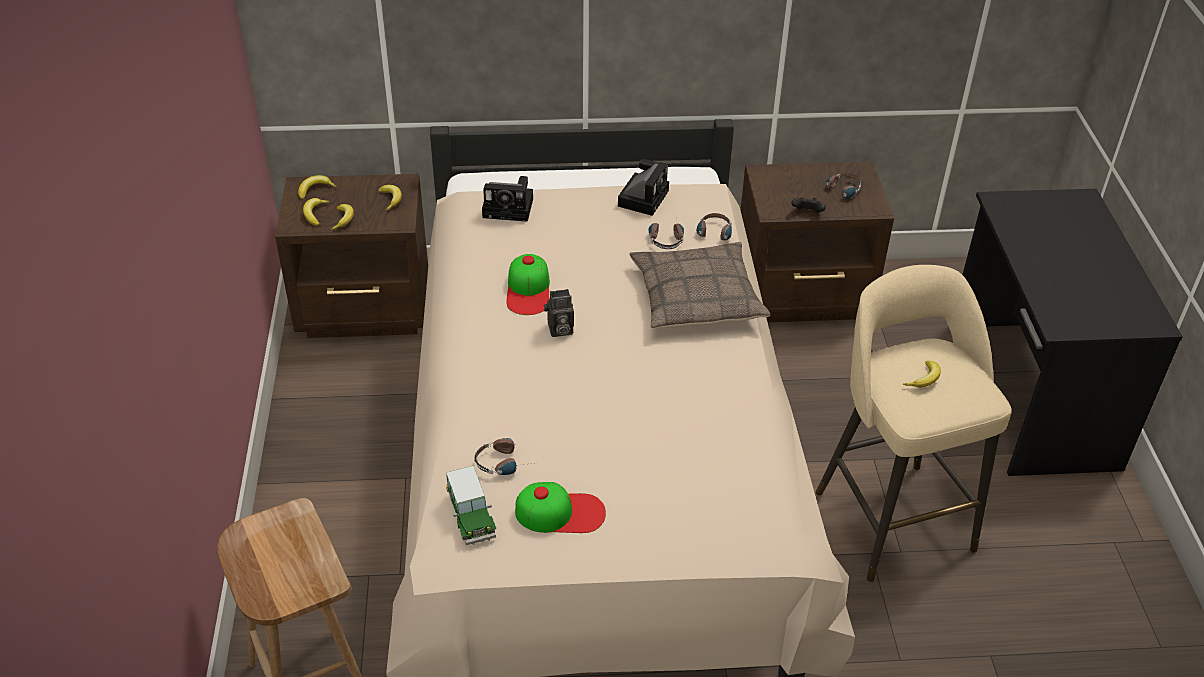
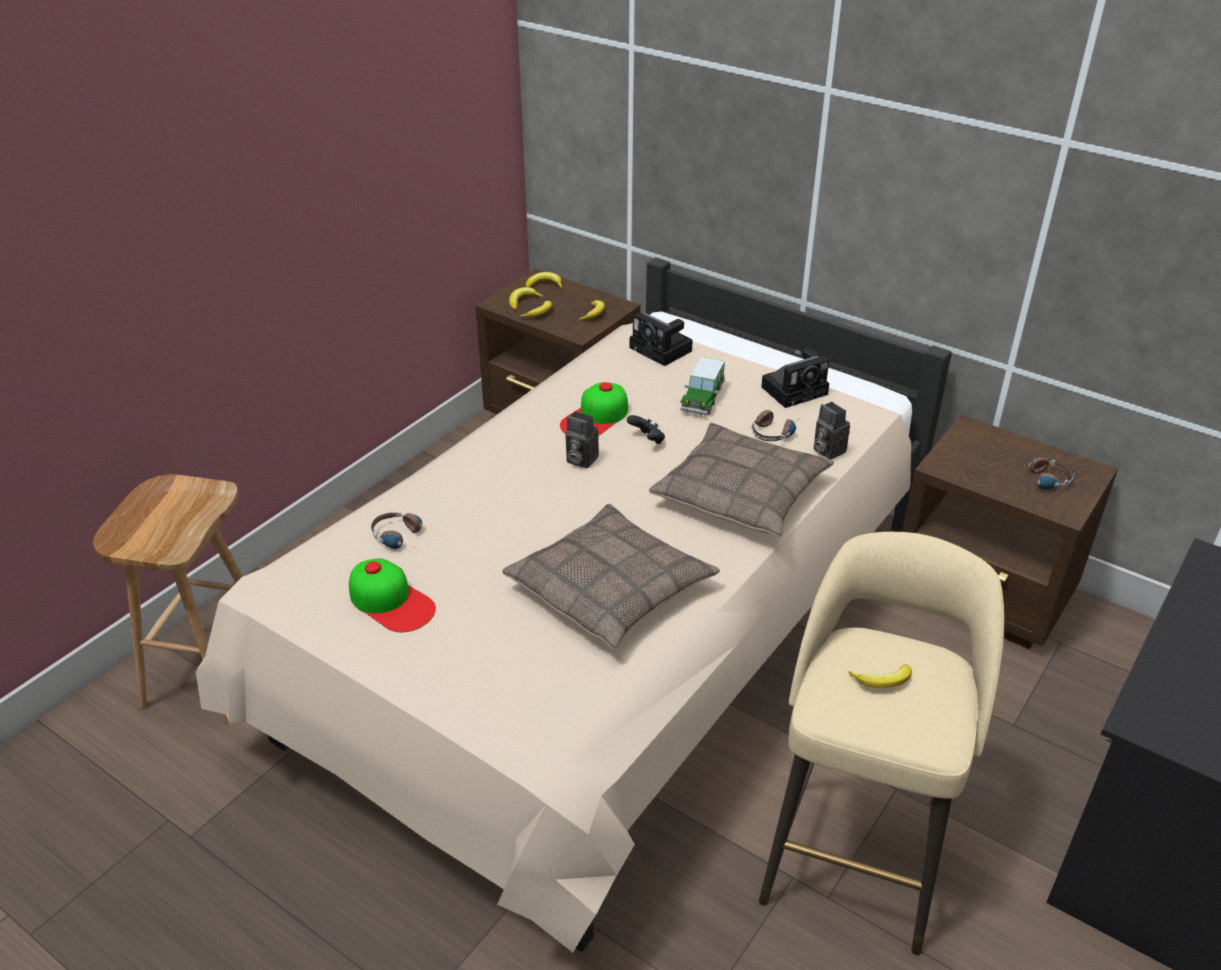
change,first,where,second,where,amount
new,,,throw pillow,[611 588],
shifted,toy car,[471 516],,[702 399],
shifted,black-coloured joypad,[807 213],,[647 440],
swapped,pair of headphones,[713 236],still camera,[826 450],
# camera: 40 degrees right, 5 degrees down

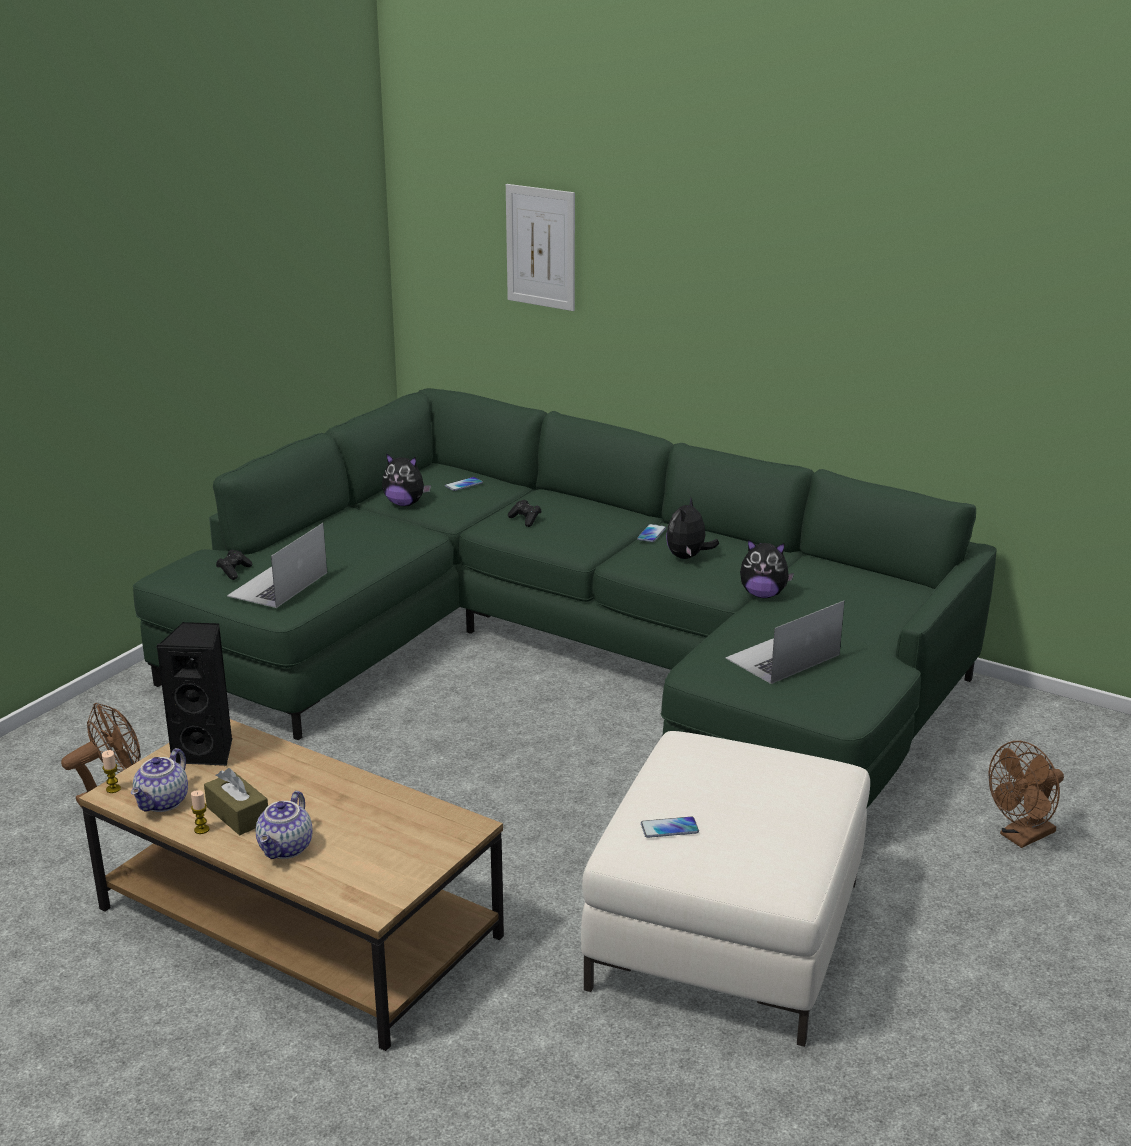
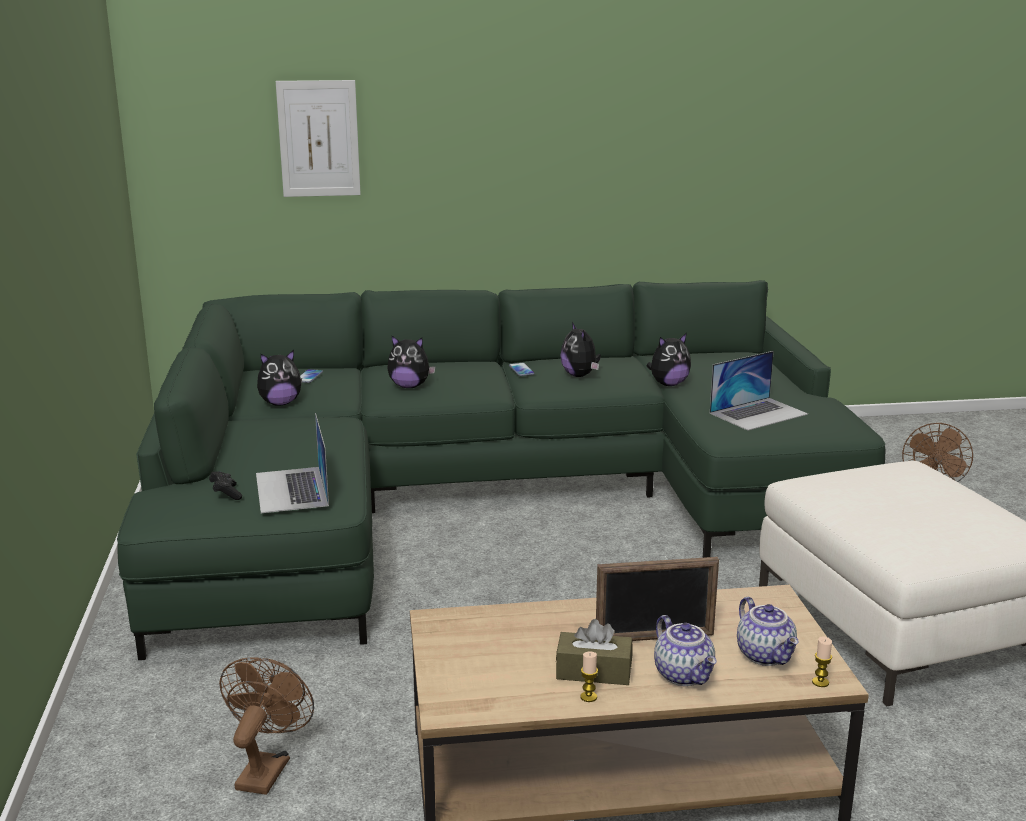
change,first,where,second,where,amount
gone,black-coloured speaker,[207 752],,,
gone,handset,[669 828],,,
new,,,photo frame,[655 638],
shifted,wax candle,[113 789],,[820 682],
shifted,pot for tea,[163 803],,[766 655],
swapped,black-coloured joypad,[525 520],cuddly toy,[410 386],
rotated,notebook computer,[782 657],,[758 413],135 degrees counterclockwise
# camera: 40 degrees left, 5 degrees down

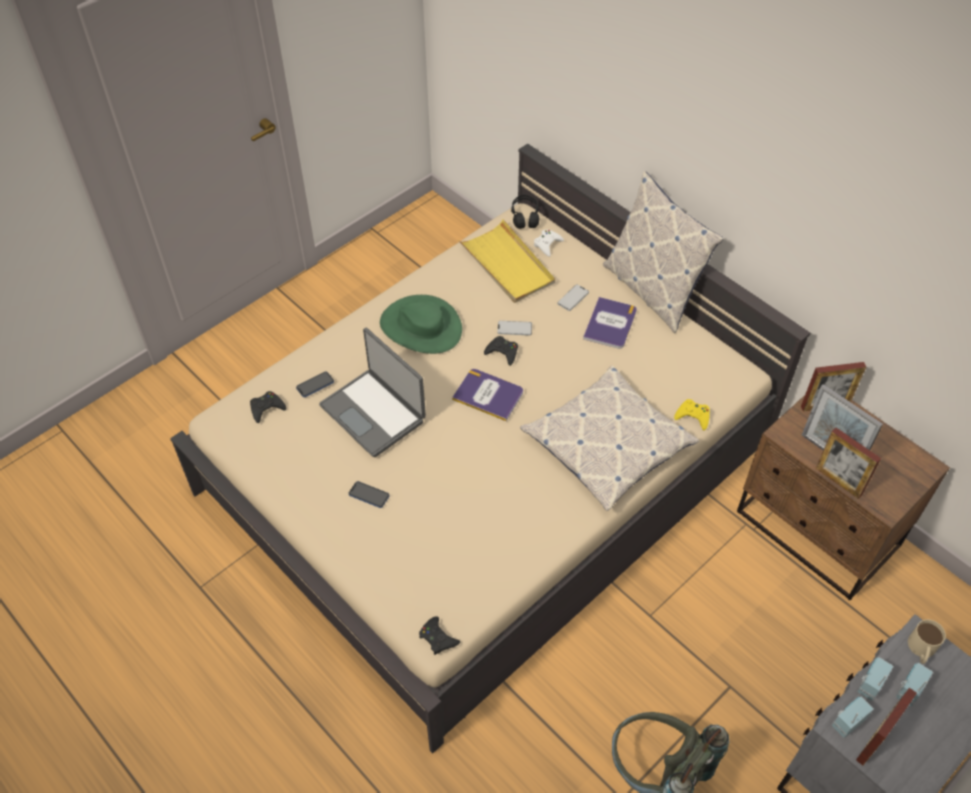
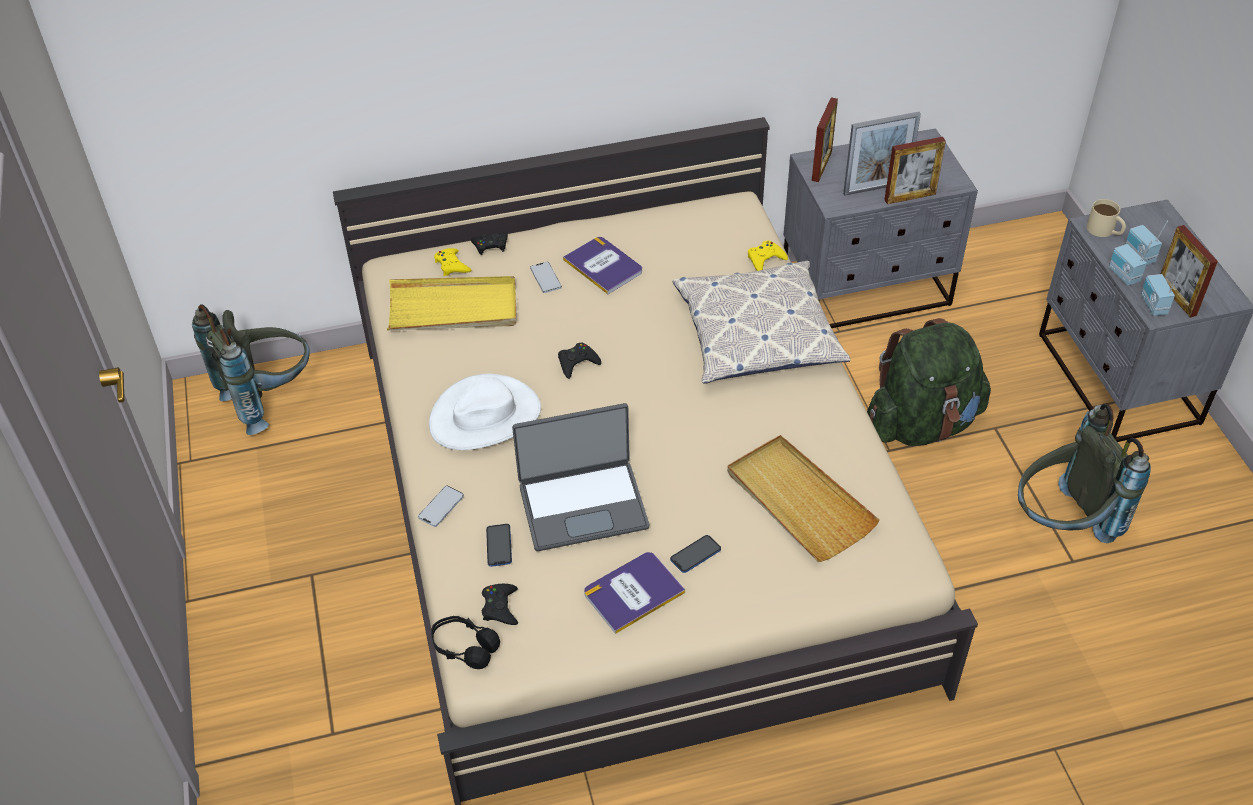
change,first,where,second,where,amount
gone,throw pillow,[652 290],,,
new,,,greyish rucksack,[269 397],
new,,,sand-coloured carrying tray,[798 501],
new,,,green-coloured rucksack,[922 424],
shifted,black-coloured joypad,[437 638],,[490 245],
shifted,volume,[488 395],,[633 592],
shifted,handset,[514 328],,[441 507],
shifted,black-coloured pair of headphones,[525 217],,[464 648],
repainted,green-coloured clothing hat,[421 327],white clothing hat,[485 416],
repainted,white joypad,[547 244],yellowish joypad,[452 265],
repainted,brownish night table,[817 530],greyish night table,[867 289],
# camera: 60 degrees left, 5 degrees down

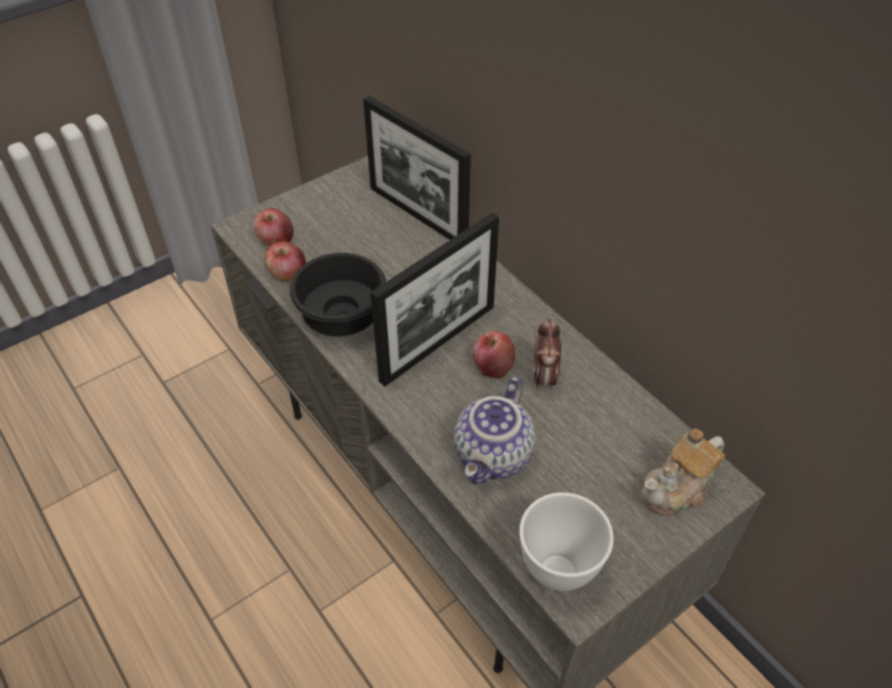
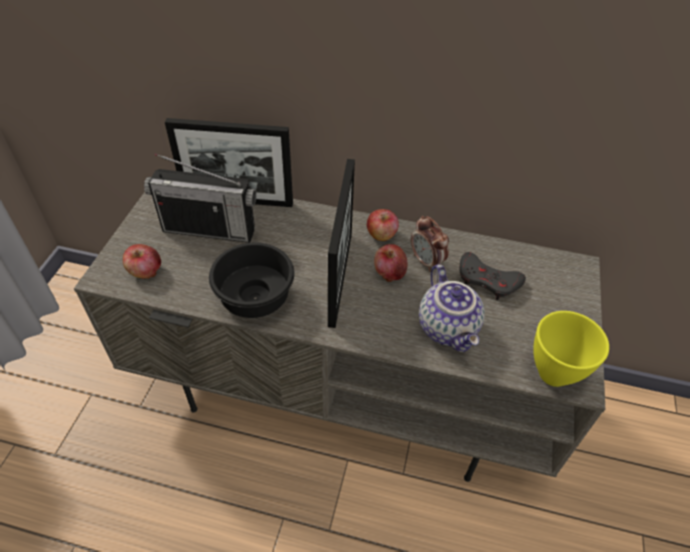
change,first,where,second,where,amount
gone,pot for tea,[677 489],,,
new,,,radio,[209 229],
new,,,greyish joypad,[487 280],
shifted,apple,[287 273],,[381 235],
repainted,white serving bowl,[557 575],yellowish serving bowl,[554 375],
# camera: 40 degrees left, 0 degrees up

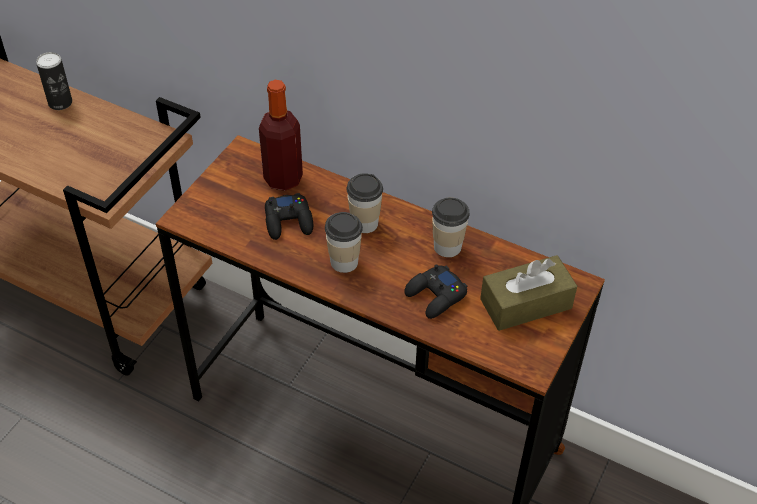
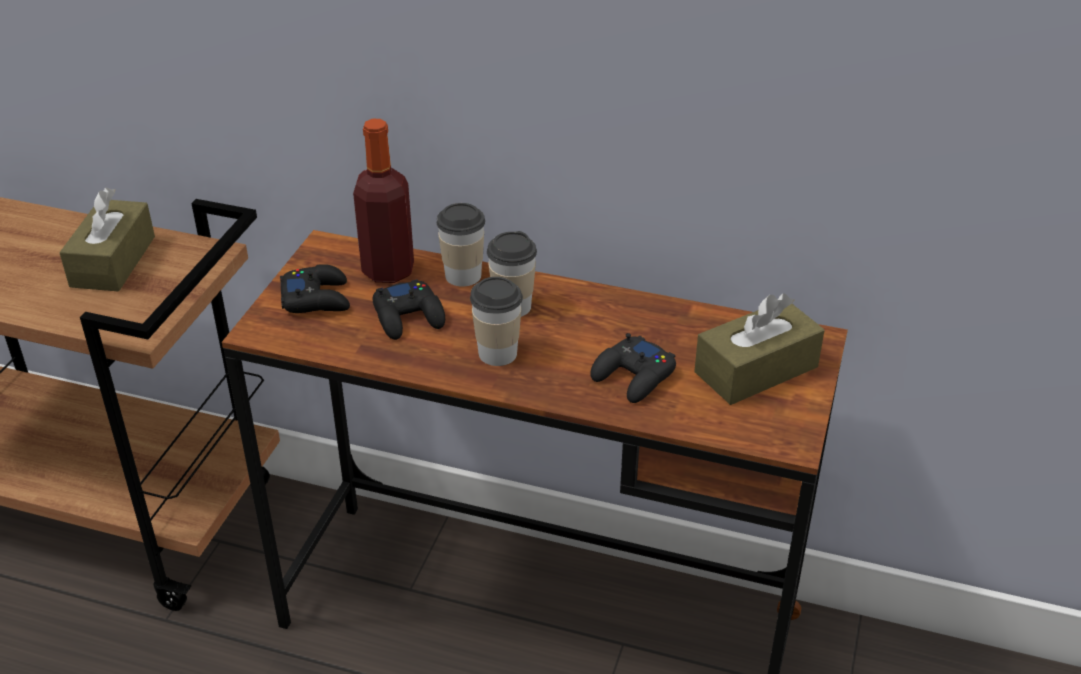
change,first,where,second,where,amount
gone,can,[60 103],,,
new,,,brownish tissue holder,[113 261],
new,,,black-coloured joypad,[316 298],
shifted,drinking cup,[447 247],,[463 276],
# camera: 10 degrees left, 10 degrees down

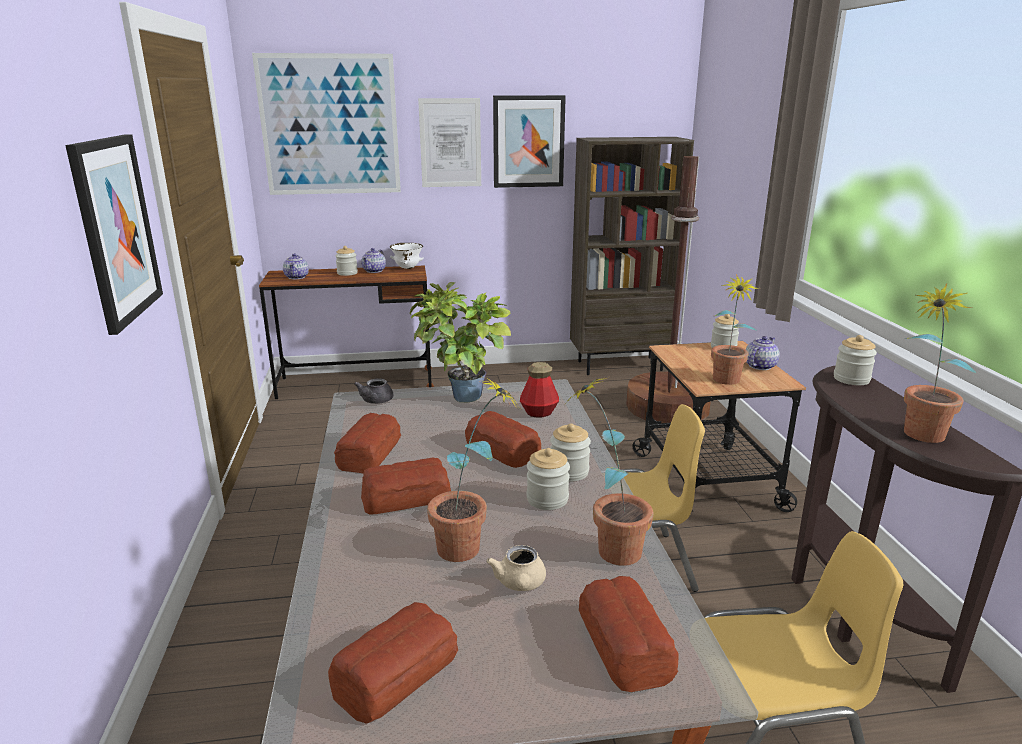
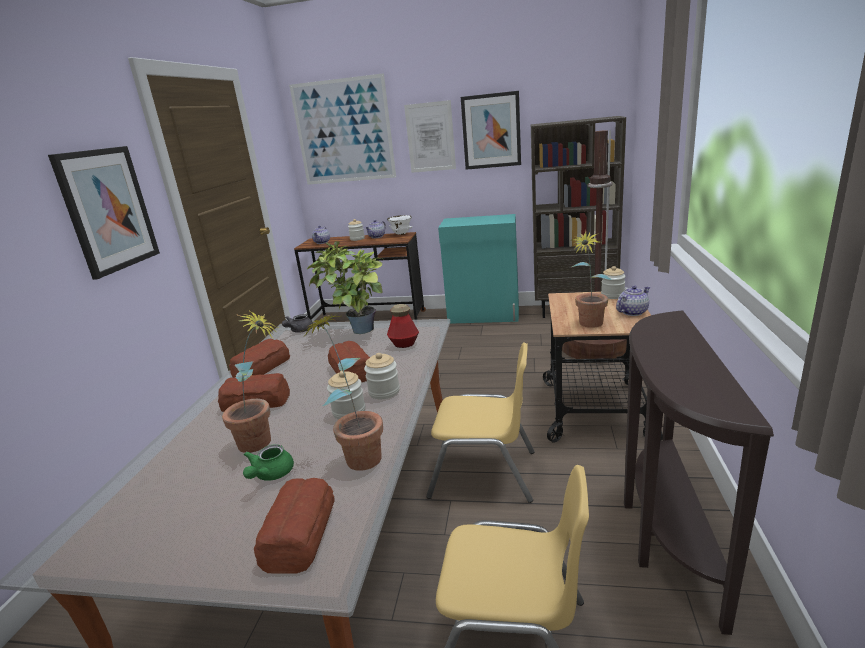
change,first,where,second,where,amount
gone,bakery bread,[394 674],,,
gone,storage jar,[851 379],,,
gone,plant in a pot,[918 437],,,
new,,,blue-green cupboard,[484 315],
repainted,sand-coloured pot for tea,[520 584],green-coloured pot for tea,[270 475],
# camera: 20 degrees right, 0 degrees up

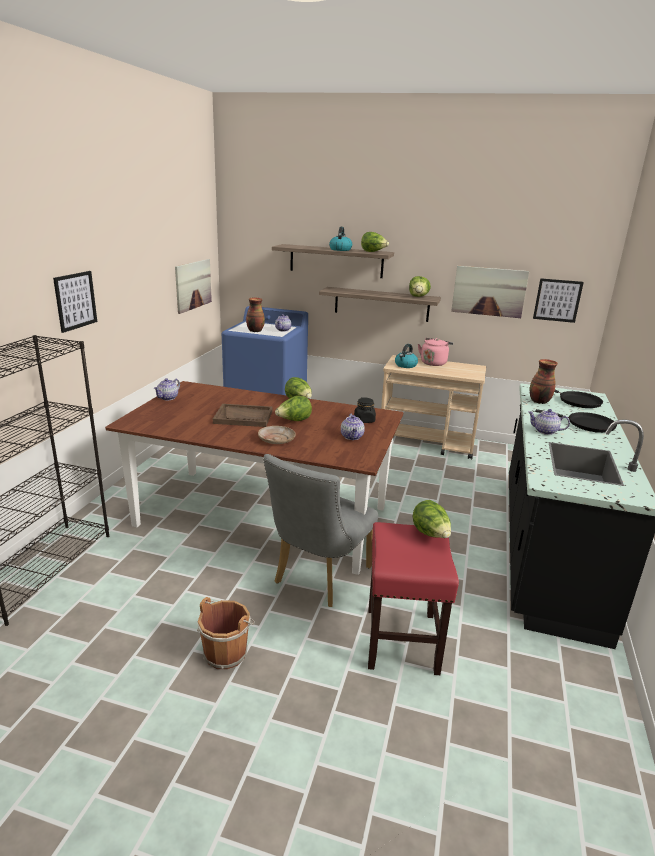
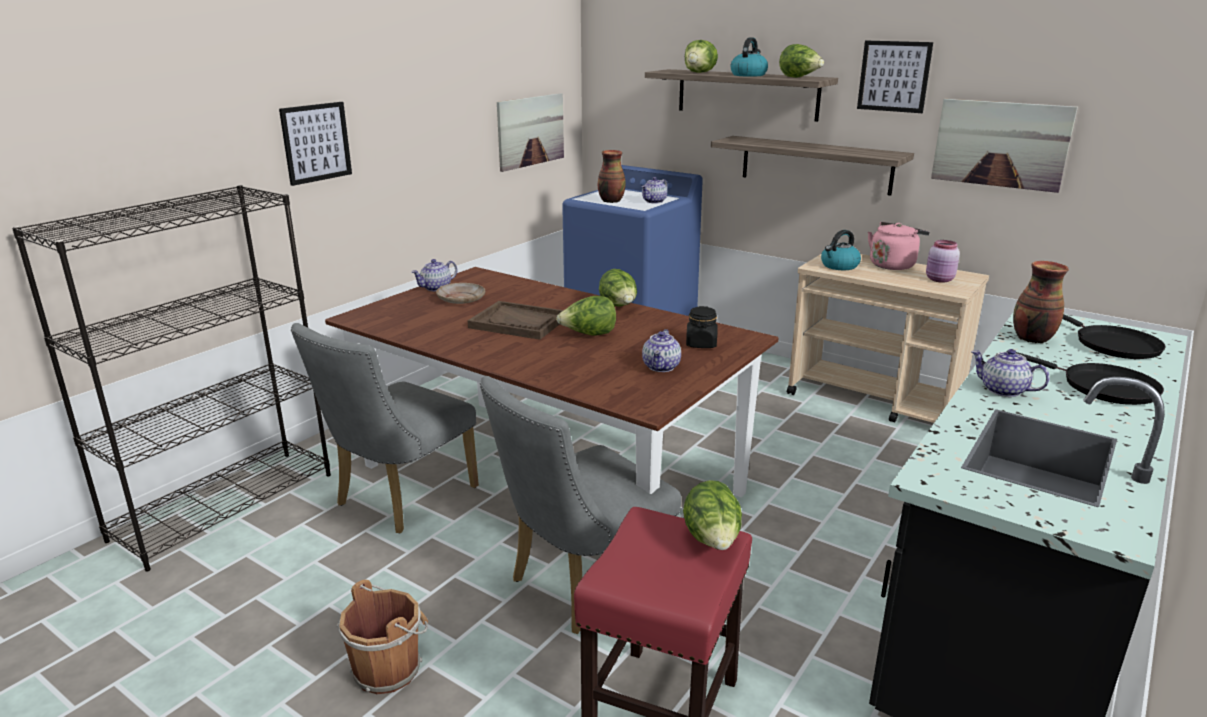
change,first,where,second,where,amount
new,,,greyish plain chair,[399 500],
new,,,pink-coloured storage jar,[939 280],
shifted,sand-coloured plate,[276 439],,[461 299],
shifted,lettuce head,[418 296],,[700 72],
shifted,wall picture,[557 300],,[894 76],
# camera: 20 degrees right, 0 degrees up

